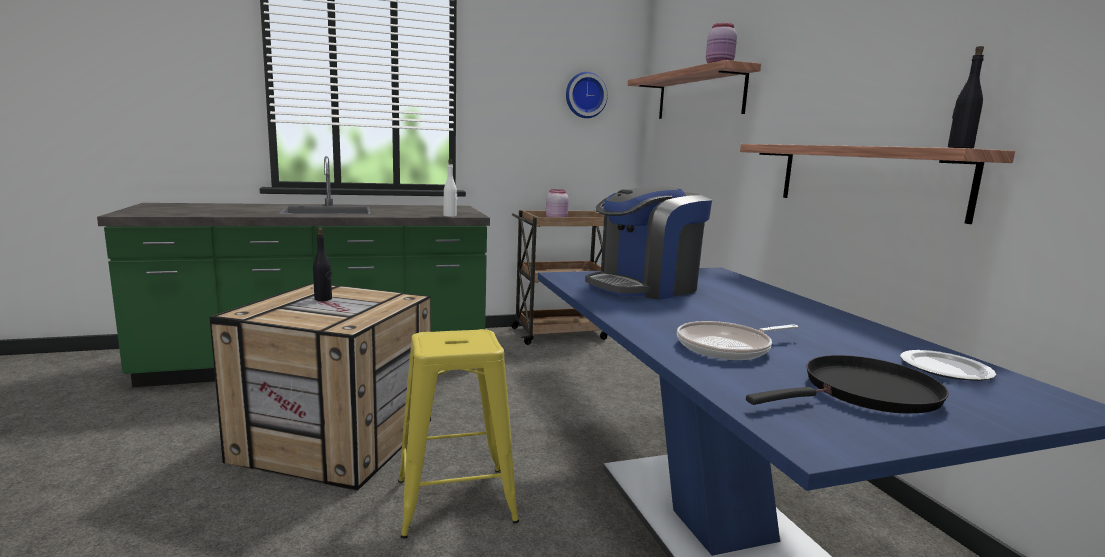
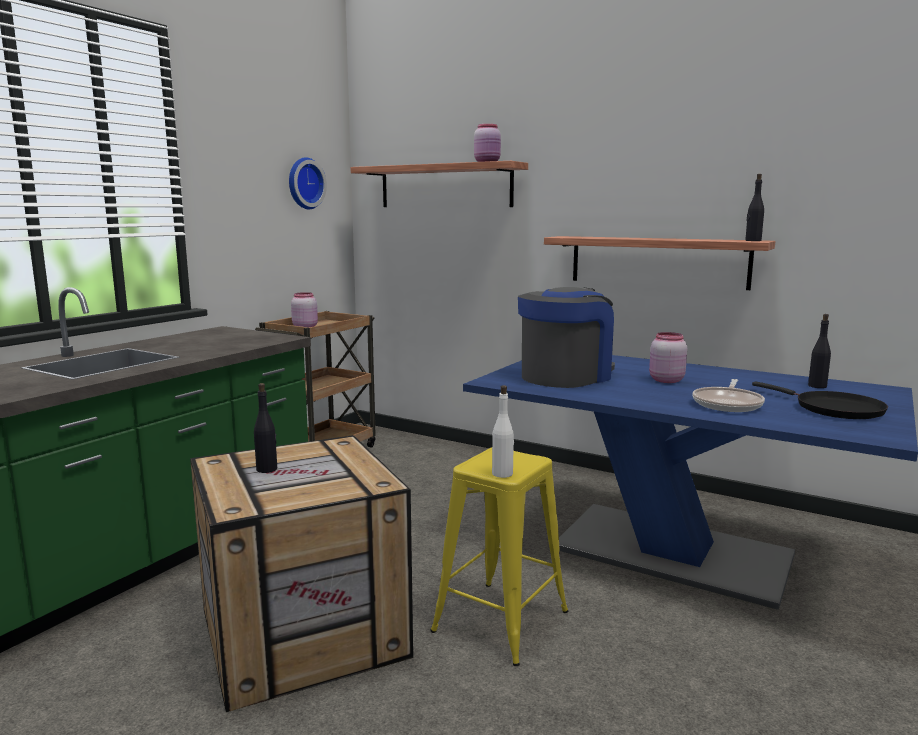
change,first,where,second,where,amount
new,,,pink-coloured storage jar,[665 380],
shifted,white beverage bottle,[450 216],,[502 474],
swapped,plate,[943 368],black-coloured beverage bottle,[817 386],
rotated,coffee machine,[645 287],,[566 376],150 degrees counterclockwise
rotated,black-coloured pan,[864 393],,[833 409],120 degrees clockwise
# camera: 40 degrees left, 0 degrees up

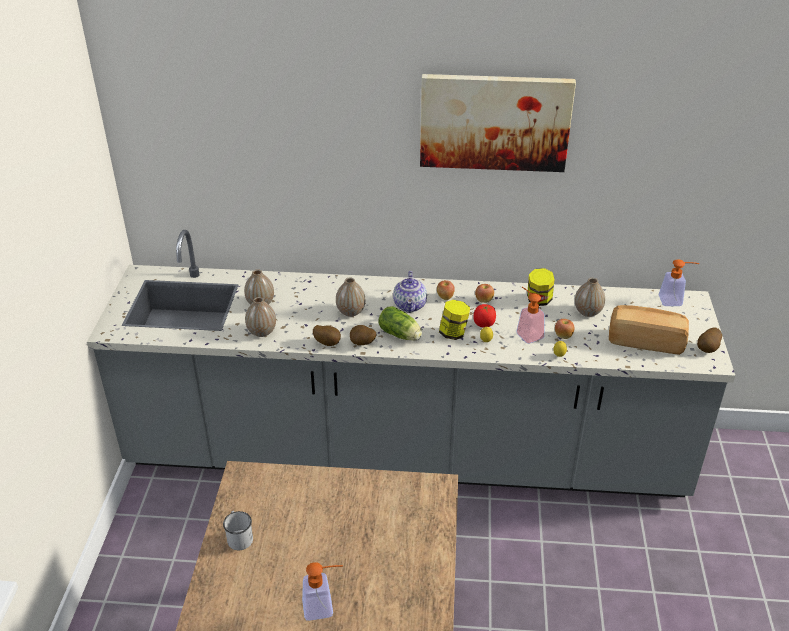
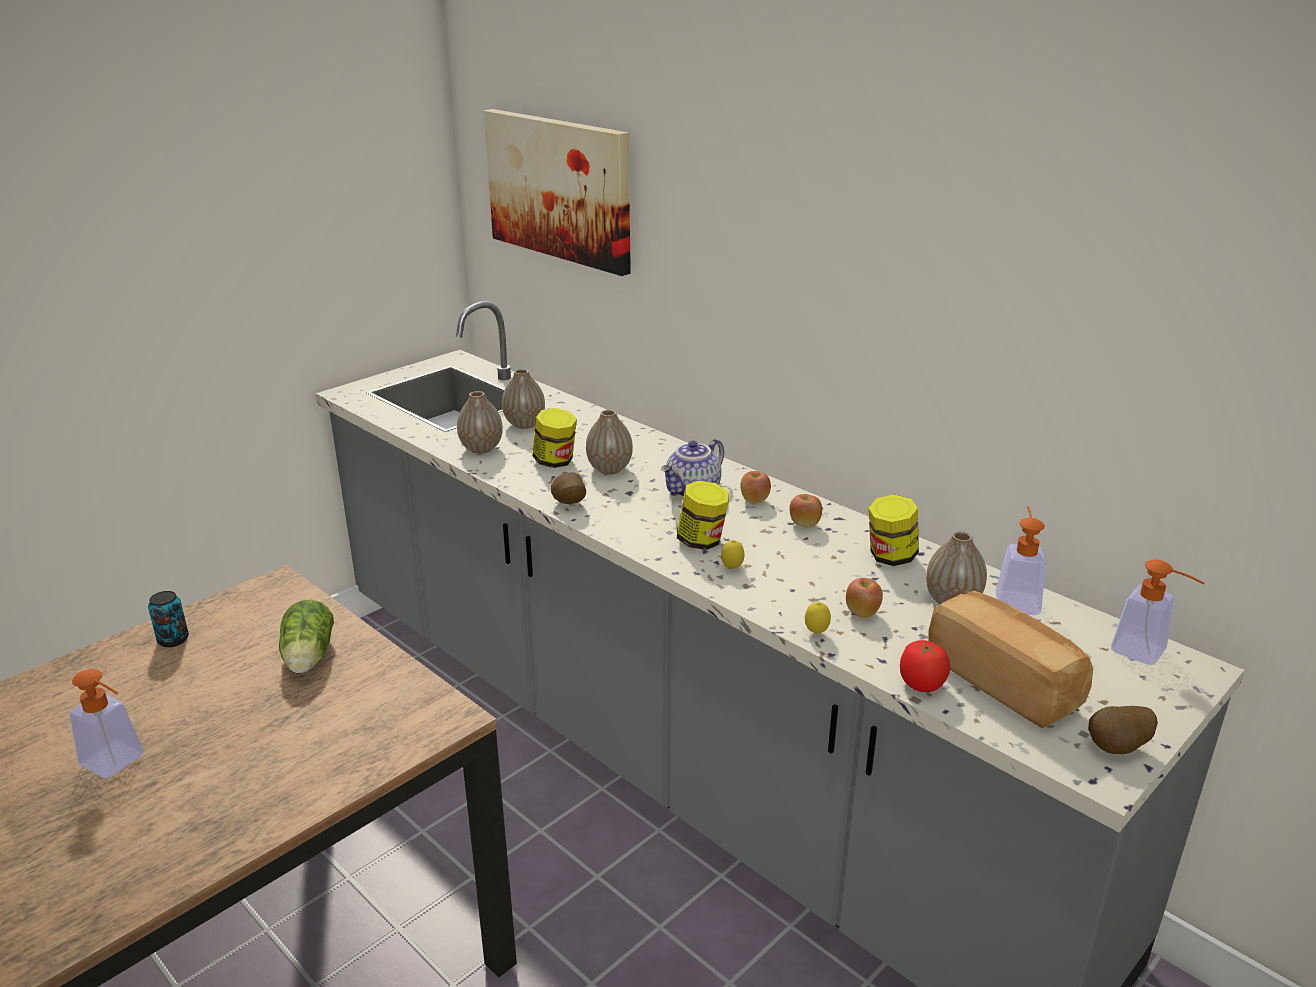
change,first,where,second,where,amount
gone,spud,[327 343],,,
new,,,storage jar,[555 461],
shifted,lettuce head,[401 335],,[308 658],
shifted,wall picture,[494 122],,[560 188],
shifted,fresh tomato,[484 324],,[921 685],
shifted,soap dispenser,[527 333],,[1016 599],
swapped,white tea mug,[239 537],can,[173 640],
# camera: 40 degrees right, 10 degrees down

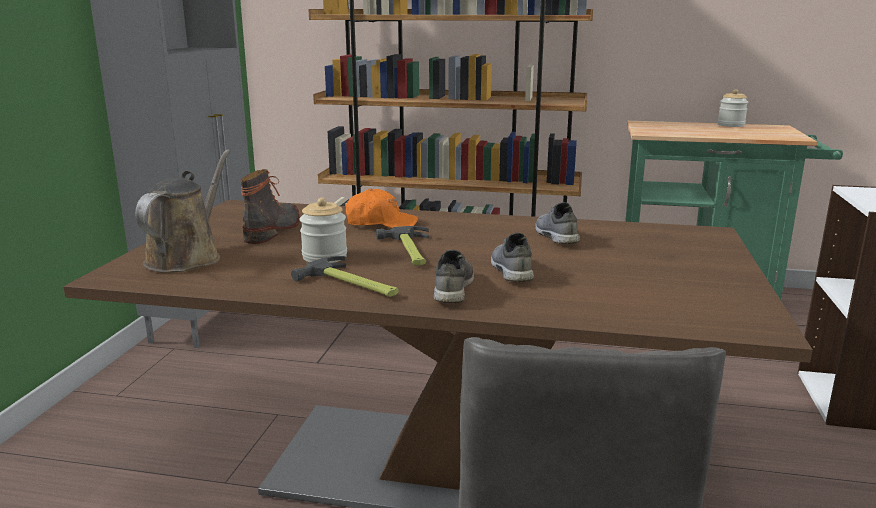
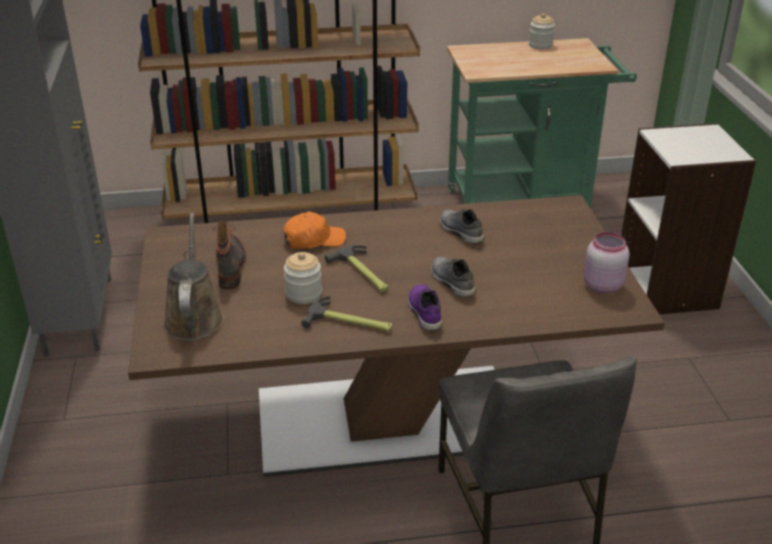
change,first,where,second,where,amount
new,,,pink-coloured storage jar,[601 286],
repainted,greyish low shoe,[452 289],purple low shoe,[424 312],
# camera: 20 degrees left, 15 degrees up

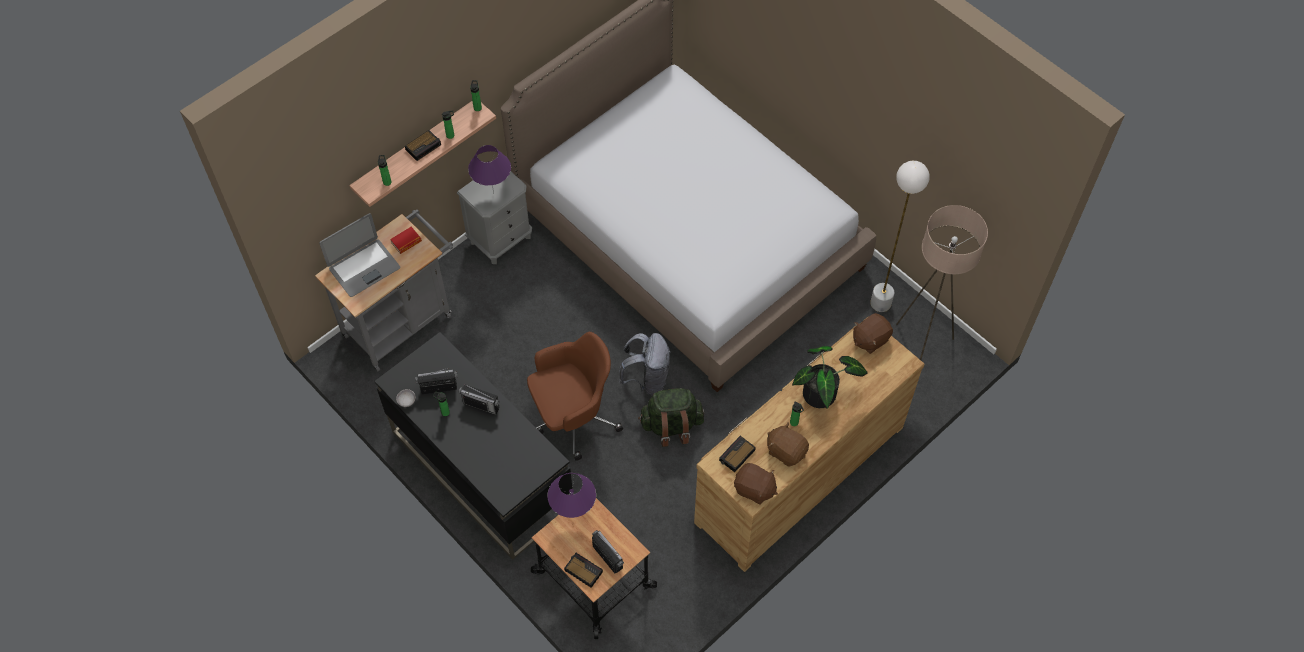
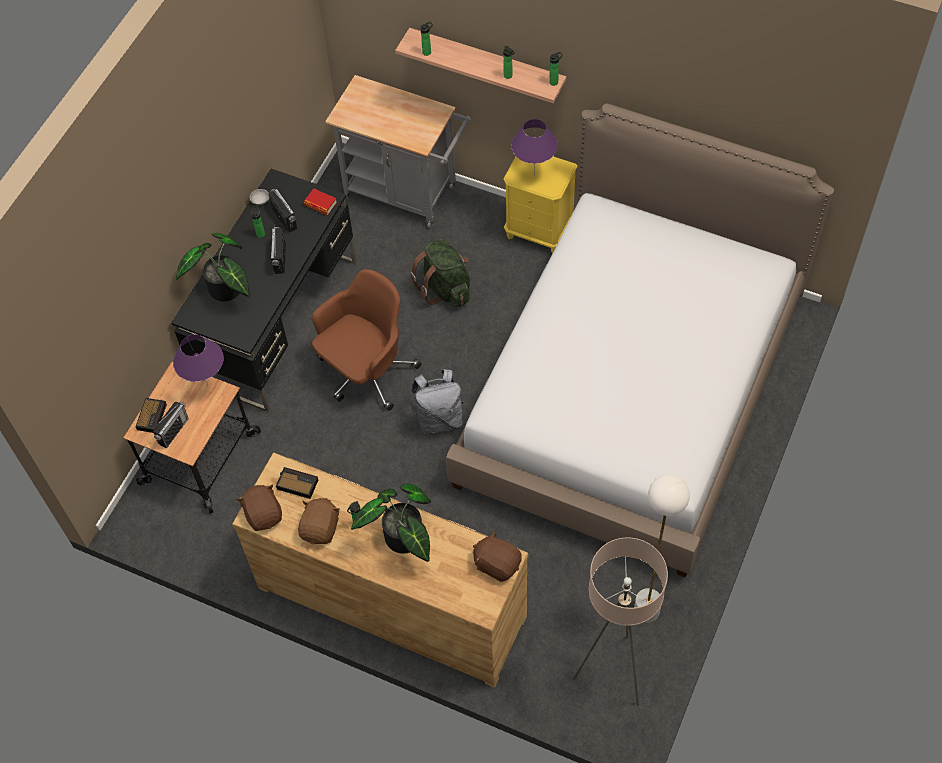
change,first,where,second,where,amount
gone,notebook computer,[364 267],,,
gone,bedside clock,[424 147],,,
new,,,plant in a pot,[225 291],
shifted,volume,[406 242],,[320 204],
shifted,green-coloured rucksack,[671 426],,[445 288],
repainted,greyish night table,[500 239],yellowish night table,[539 230],
rotated,brownish computer chair,[573 417],,[366 372],90 degrees counterclockwise
rotated,brownish cuddly toy,[754 489],,[264 514],150 degrees clockwise
# camera: 70 degrees right, 0 degrees up

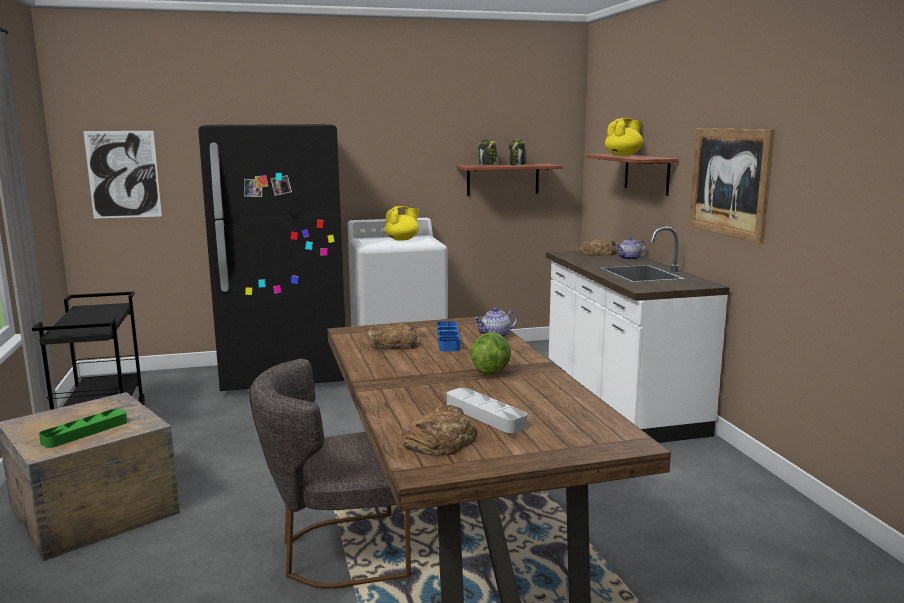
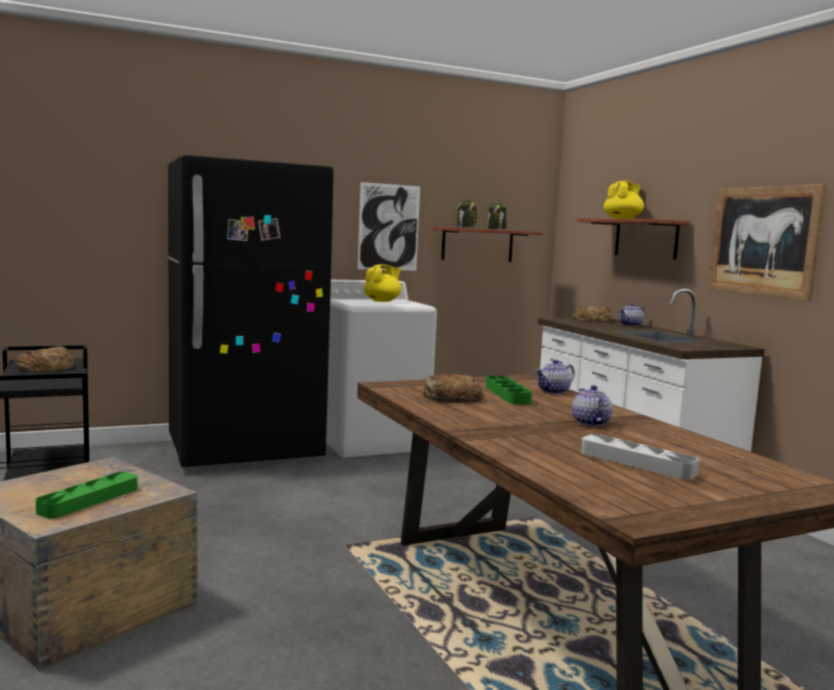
change,first,where,second,where,amount
gone,greyish plain chair,[337 552],,,
shifted,wall picture,[123 174],,[389 227],
shifted,bakery bread,[440 440],,[47 367],
swapped,lettuce head,[490 371],pot for tea,[589 423],
repainted,bluish carrying tray,[448 340],green-coloured carrying tray,[507 394],
# camera: 10 degrees left, 5 degrees down

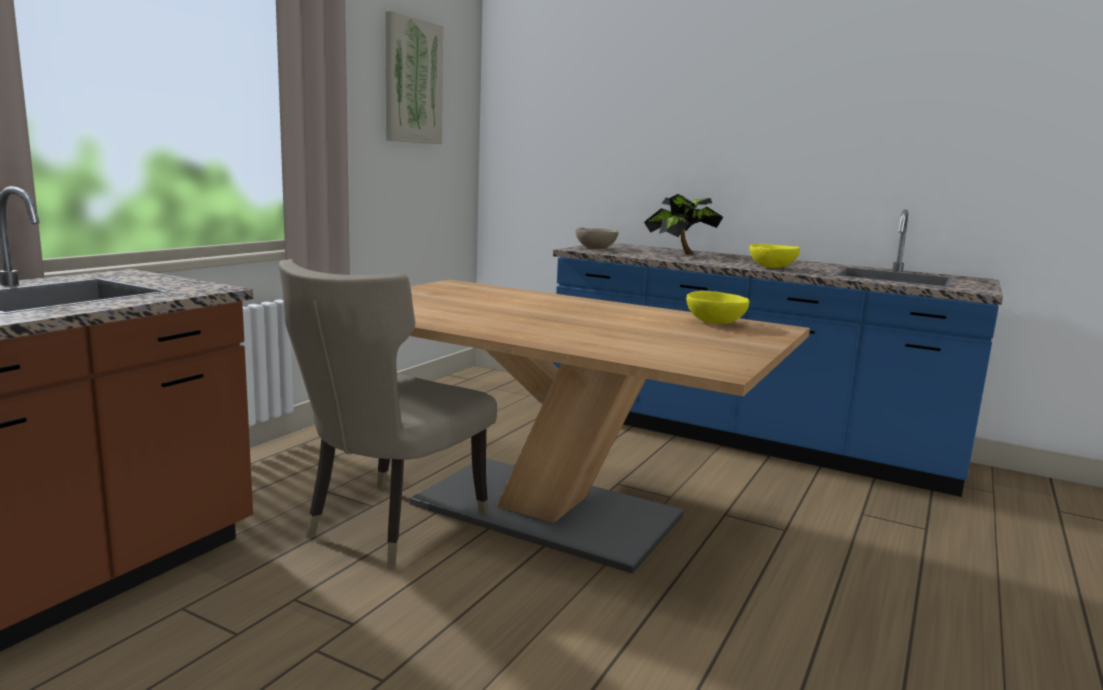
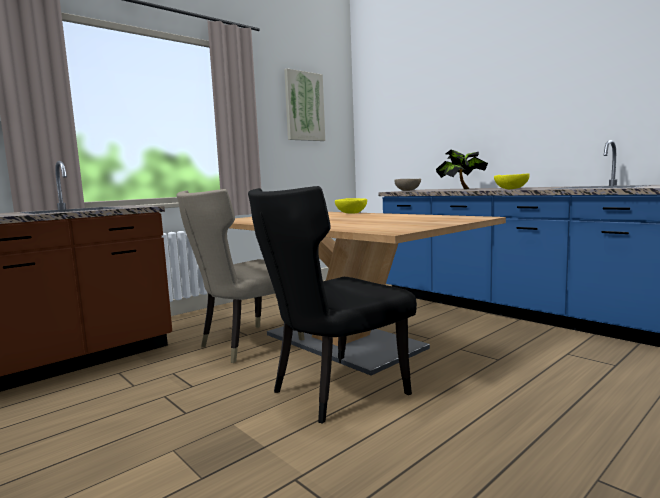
change,first,where,second,where,amount
new,,,black-coloured plain chair,[333 391],
shifted,yellowish serving bowl,[714 323],,[351 213],
# camera: 20 degrees right, 5 degrees down

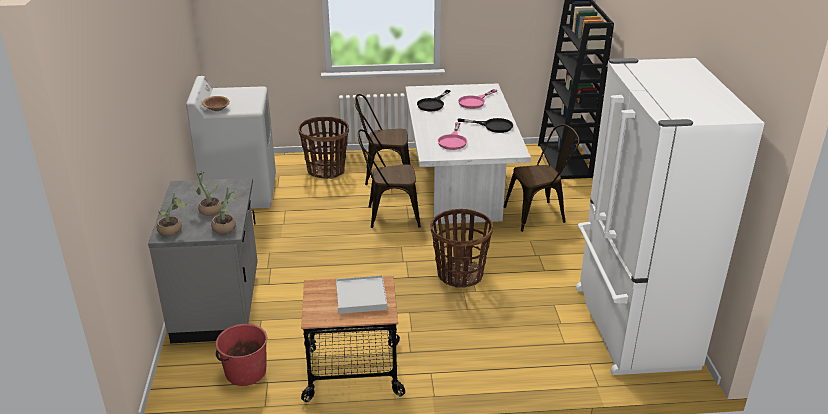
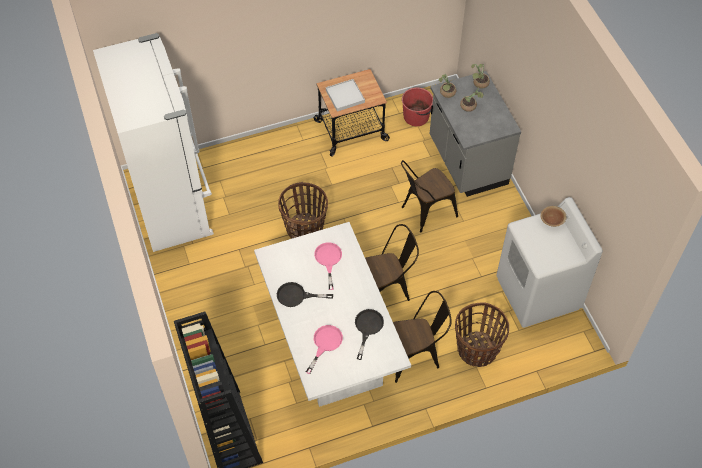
change,first,where,second,where,amount
shifted,brownish plain chair,[539 214],,[425 212],
# camera: 165 degrees right, 25 degrees up

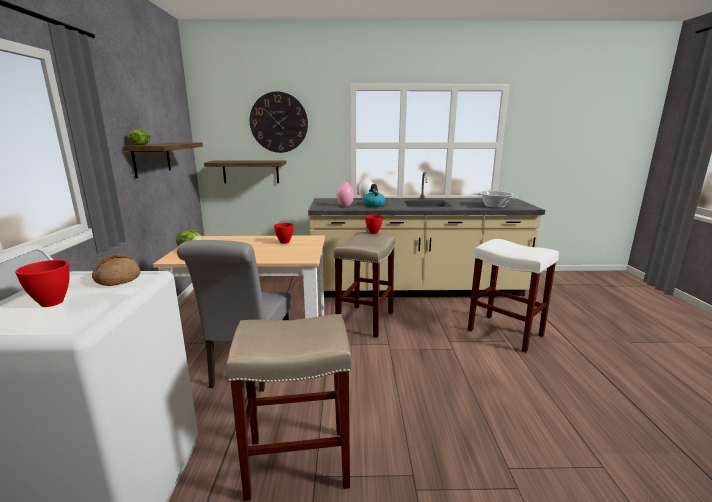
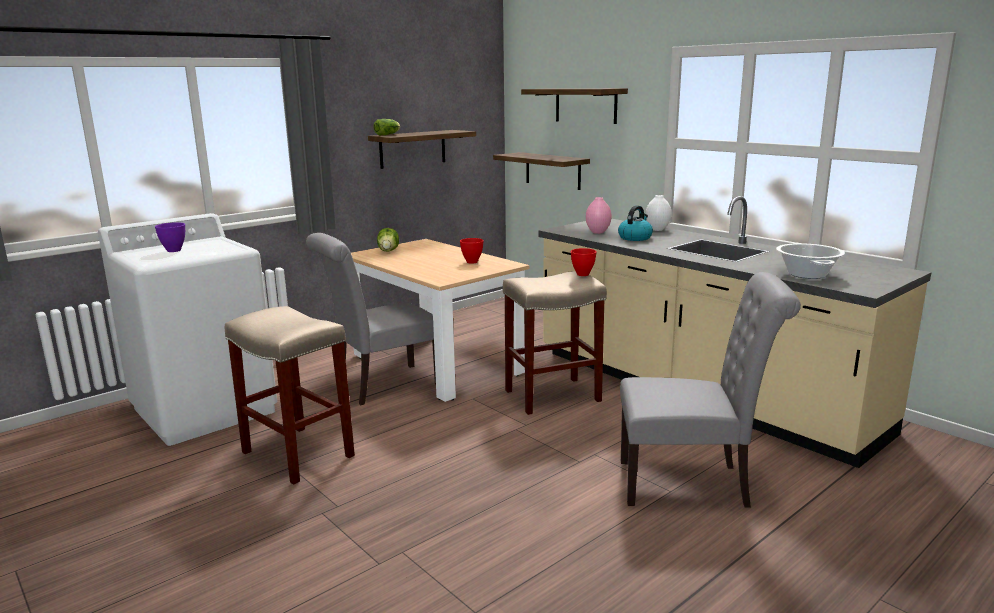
change,first,where,second,where,amount
gone,bakery bread,[117 278],,,
swapped,clock on the wall,[279 122],bracket shelf,[585 105],
swapped,white stool,[506 333],greyish plain chair,[691 484],
repainted,reddish serving bowl,[53 302],purple serving bowl,[174 250],
# camera: 50 degrees right, 0 degrees up

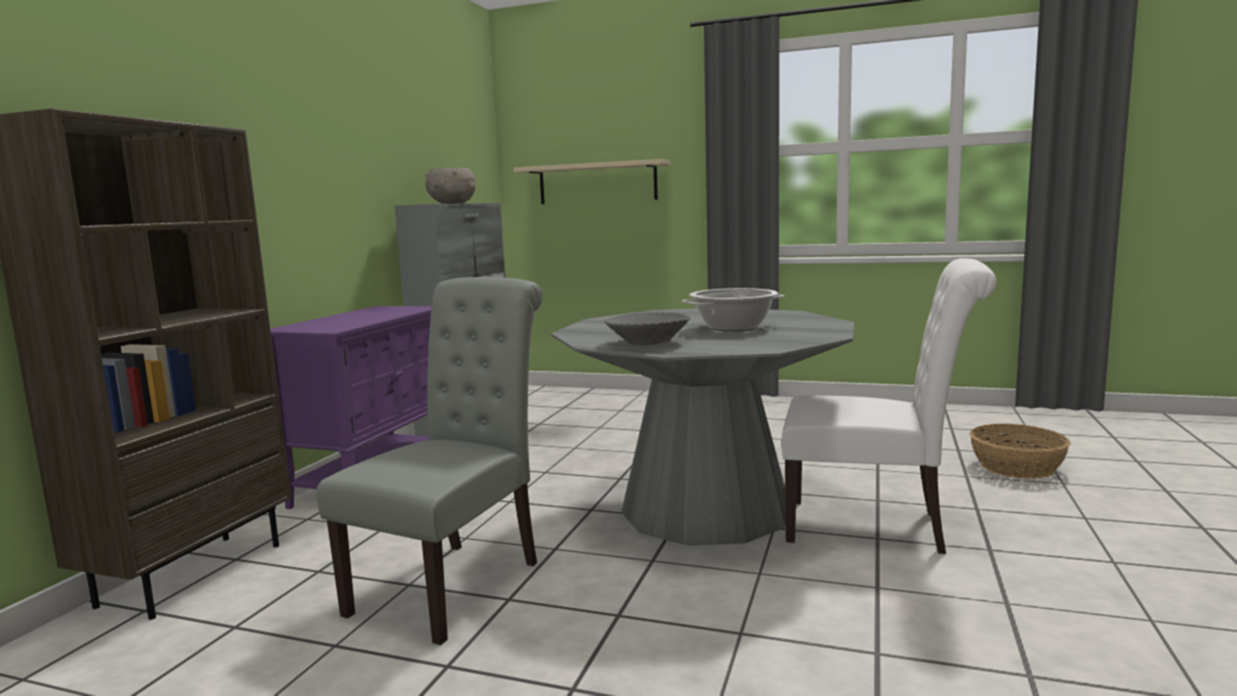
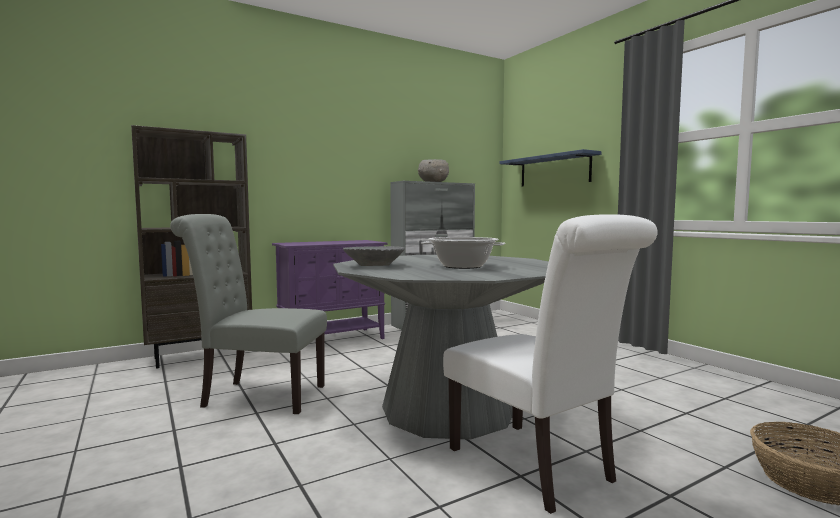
change,first,where,second,where,amount
repainted,sand-coloured bracket shelf,[597 183],bluish bracket shelf,[554 170],
rotated,greyish plain chair,[456 582],,[257 396],150 degrees counterclockwise
# camera: 40 degrees right, 5 degrees down

